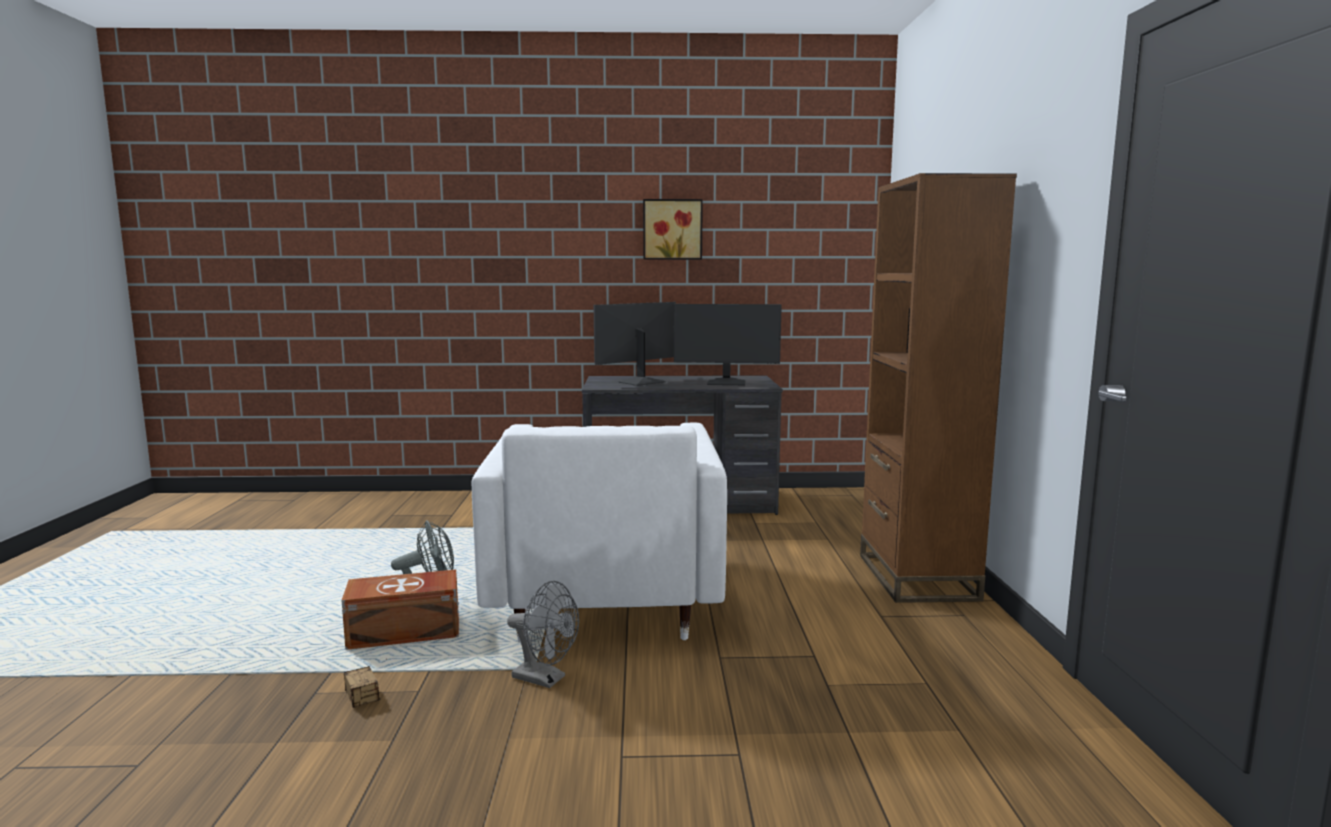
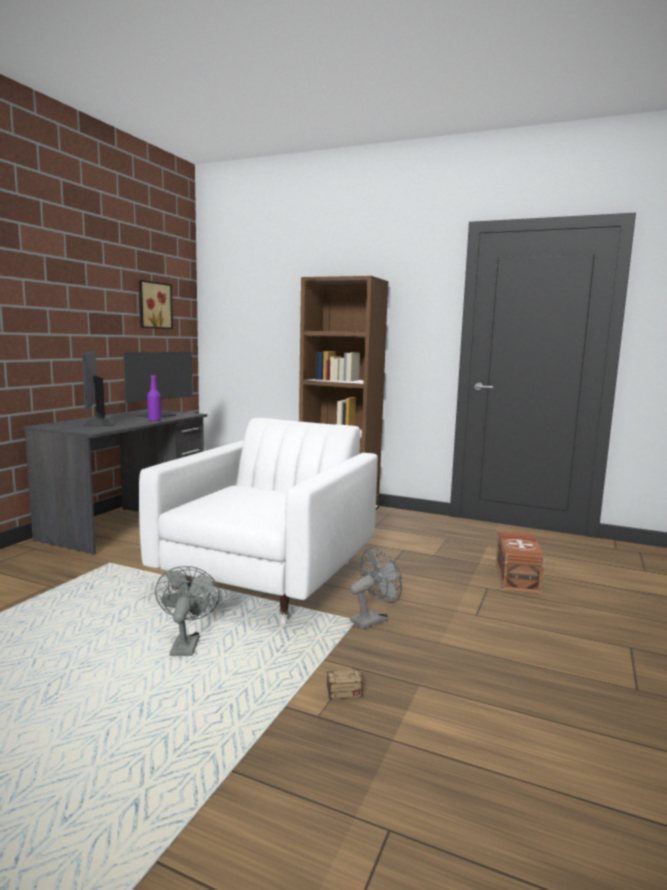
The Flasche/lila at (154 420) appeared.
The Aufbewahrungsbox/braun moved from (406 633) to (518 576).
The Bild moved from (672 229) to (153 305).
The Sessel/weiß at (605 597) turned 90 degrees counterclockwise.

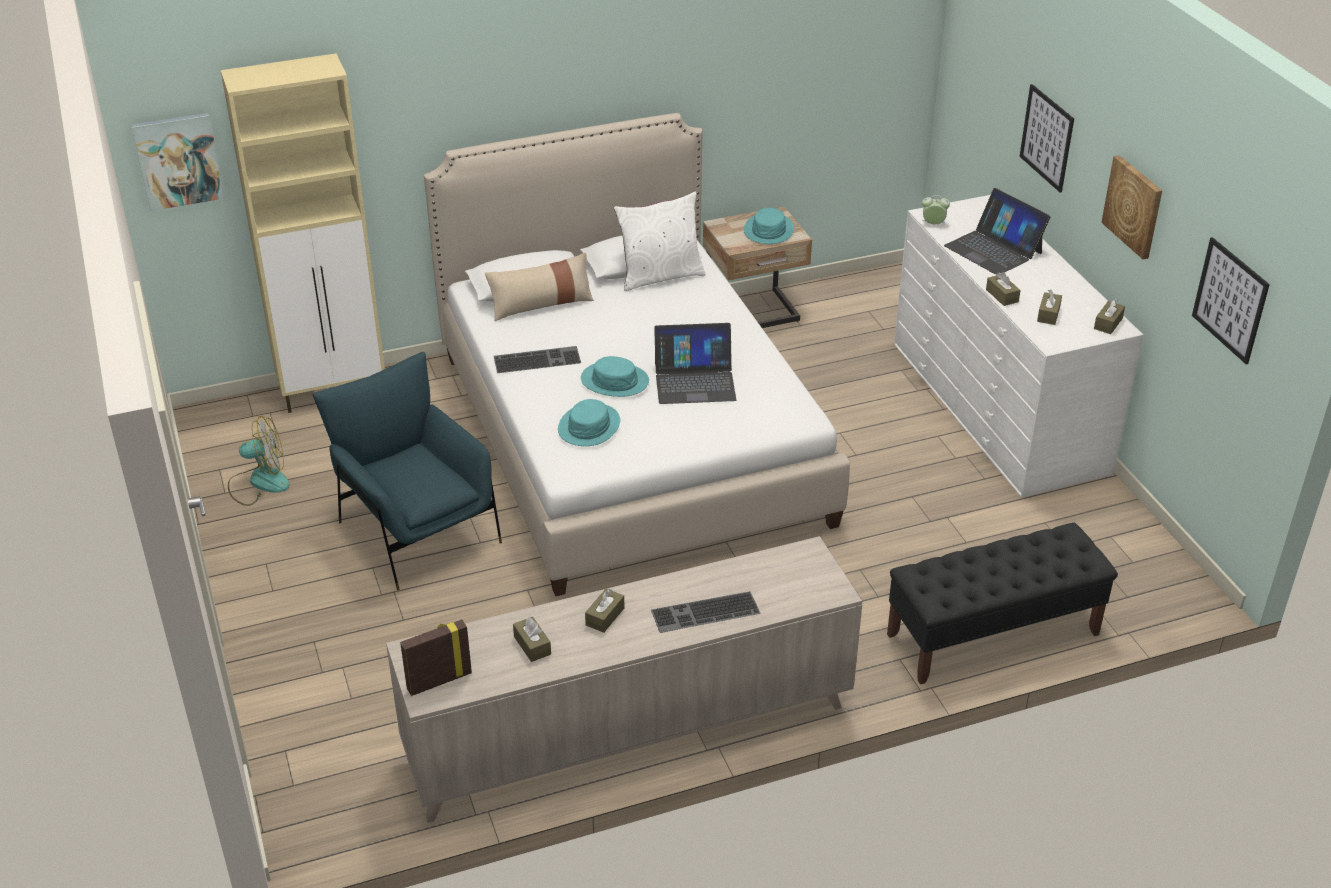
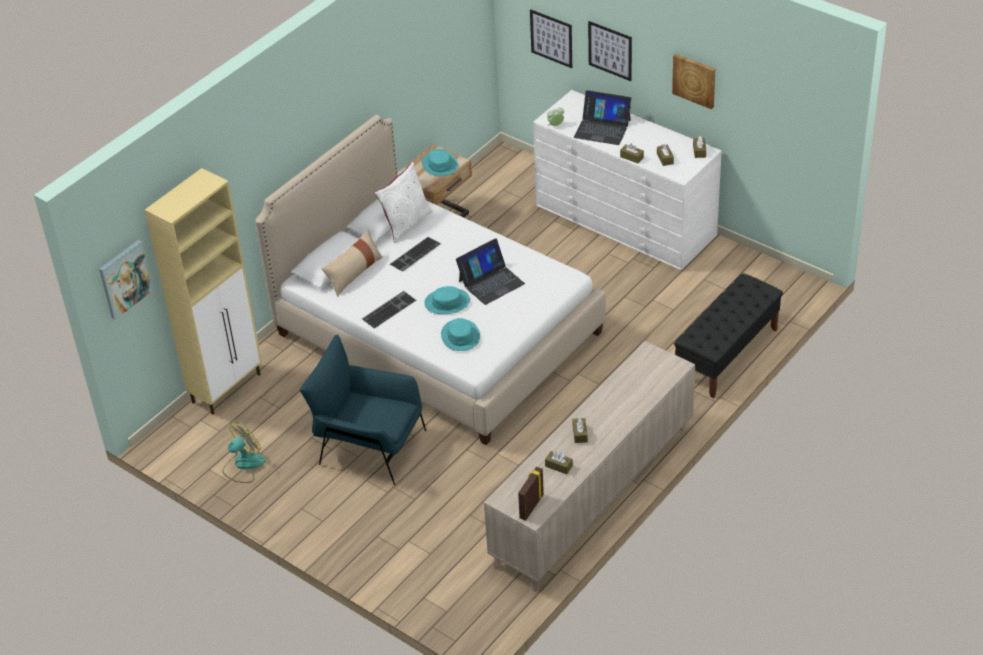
The Tastatur moved from (705 614) to (416 255).
The Bild moved from (1230 300) to (551 38).

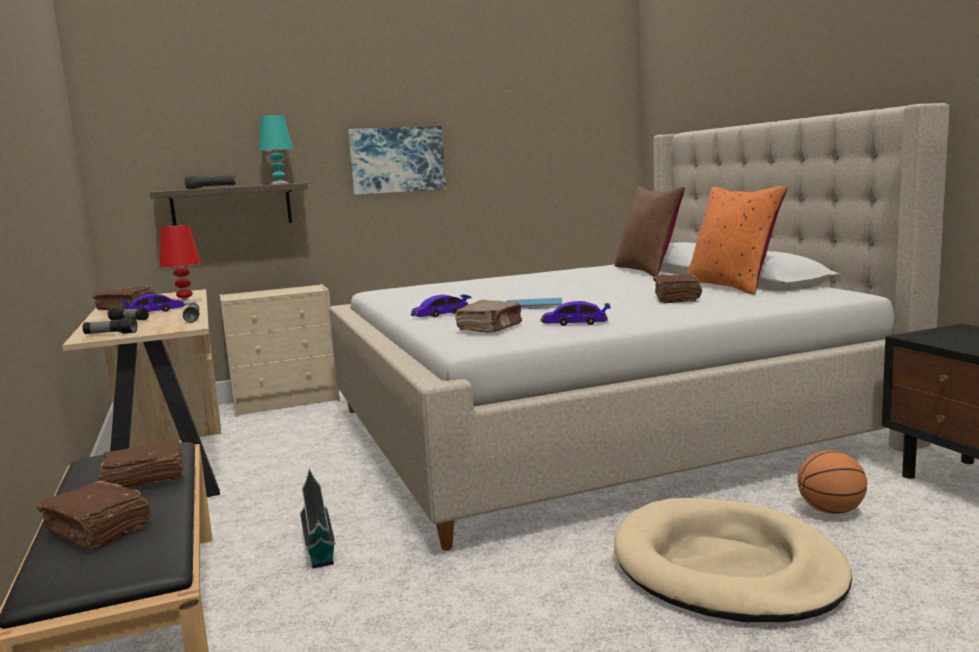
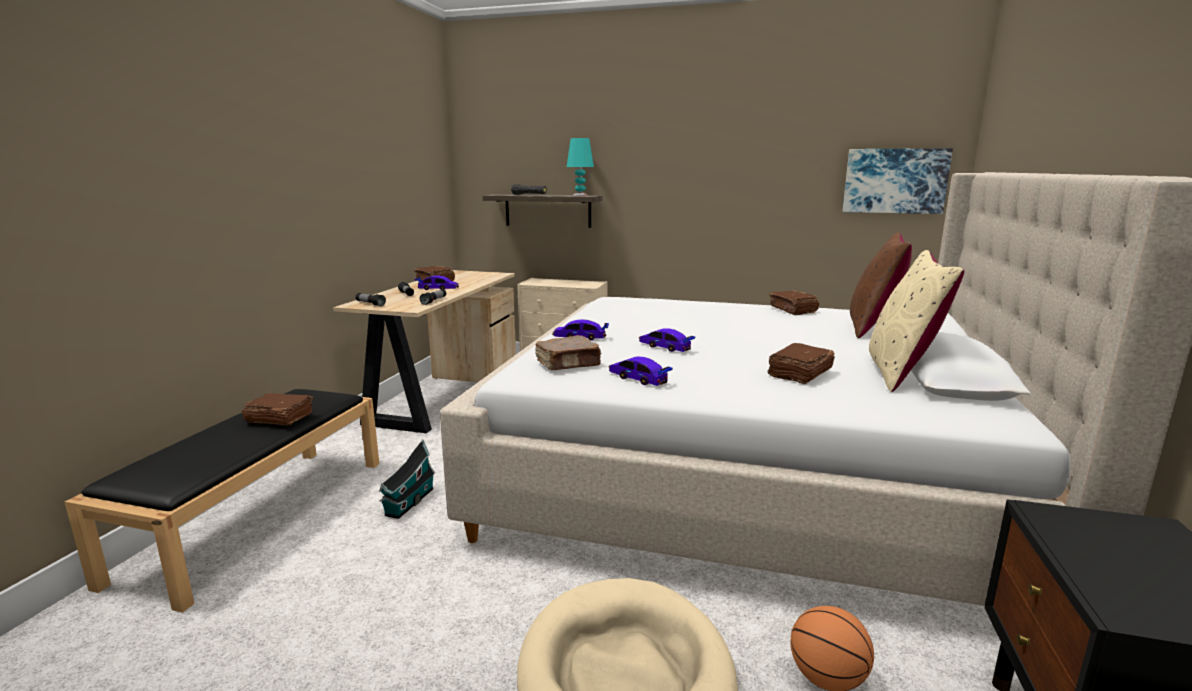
The Tischlampe/rot at (185 303) disappeared.
The Buch/braun moved from (98 530) to (793 310).
The Bild moved from (397 160) to (894 181).
The Buch/blau at (535 305) was replaced by the Spielzeugauto at (665 347).
The Kissen/orange at (731 286) became the Kissen/beige at (901 372).

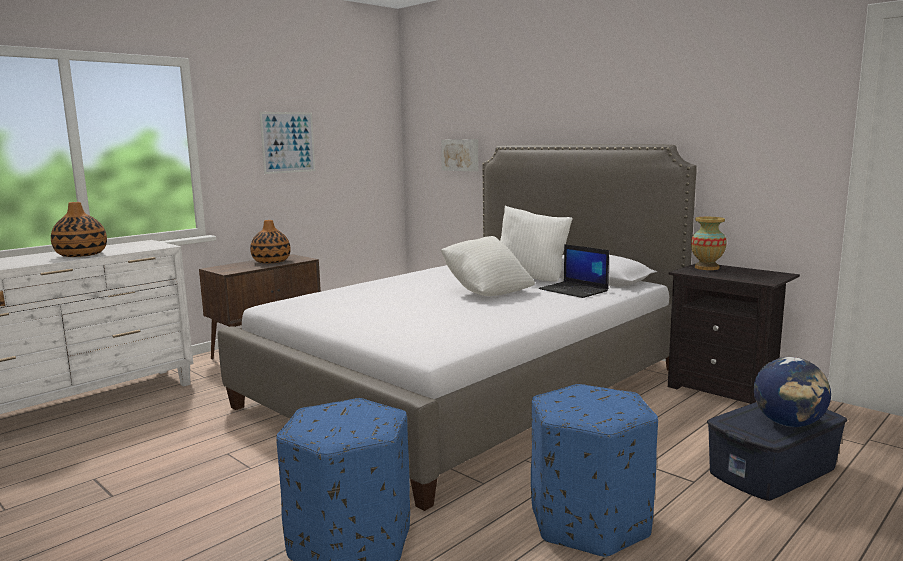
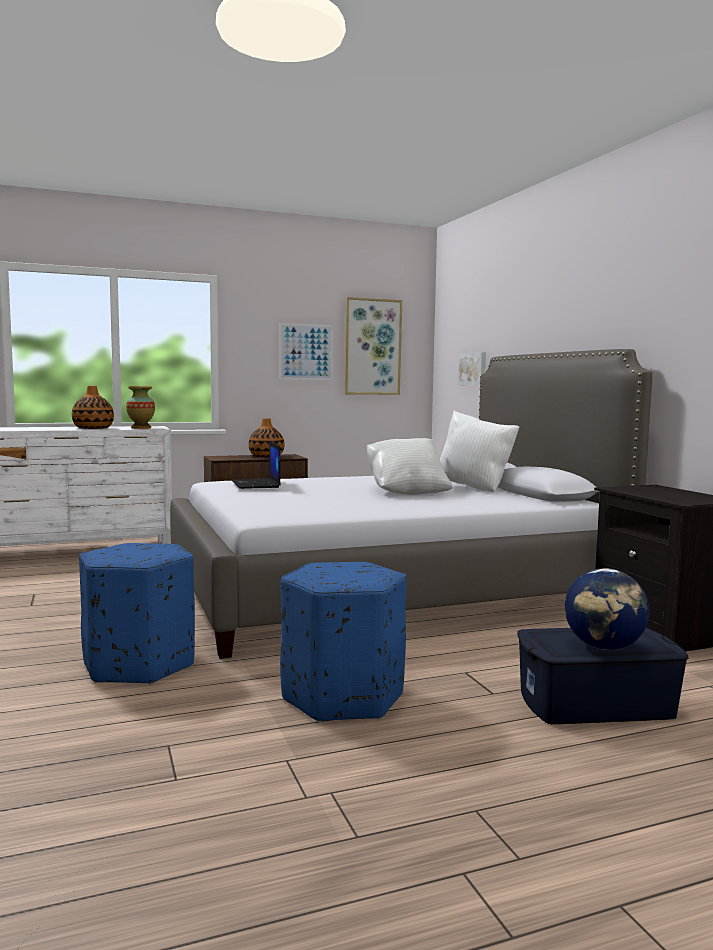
The Bild at (372 347) appeared.
The Laptop moved from (574 290) to (256 484).
The Vase moved from (706 268) to (141 428).

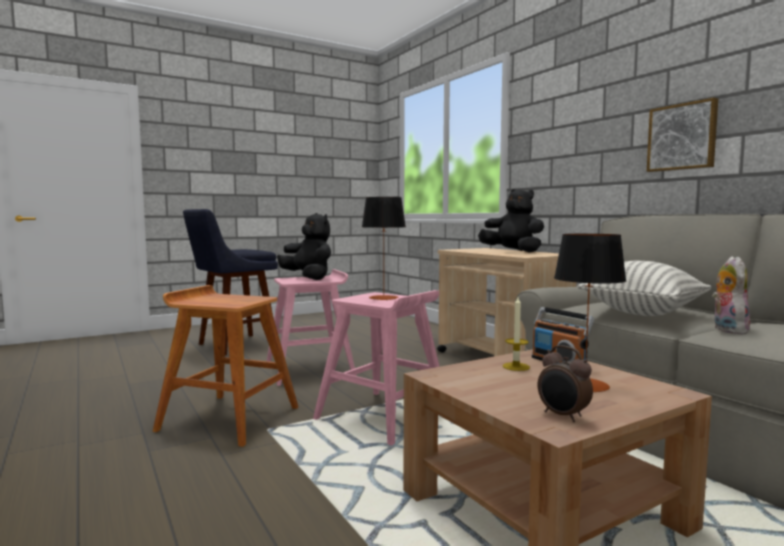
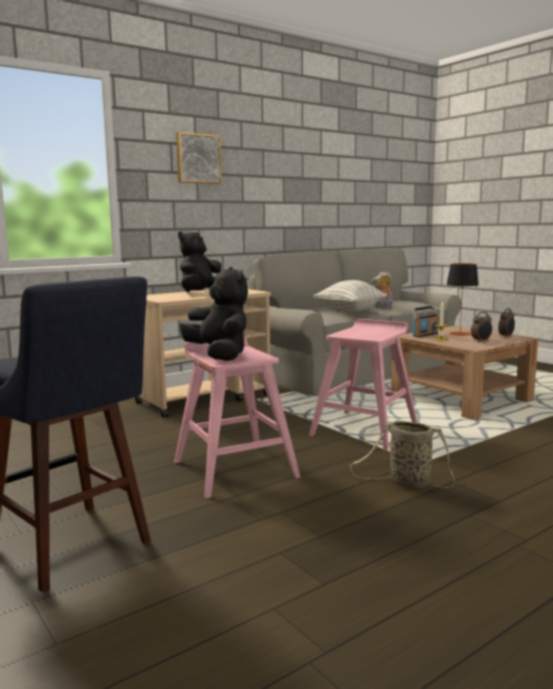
The Tischlampe at (383 298) disappeared.
The Wecker at (481 341) appeared.
The Bild moved from (682 137) to (198 158).
The Hocker/braun at (228 418) was replaced by the Korb at (406 483).
The Plüschtier/schwarz at (308 278) turned 105 degrees clockwise.

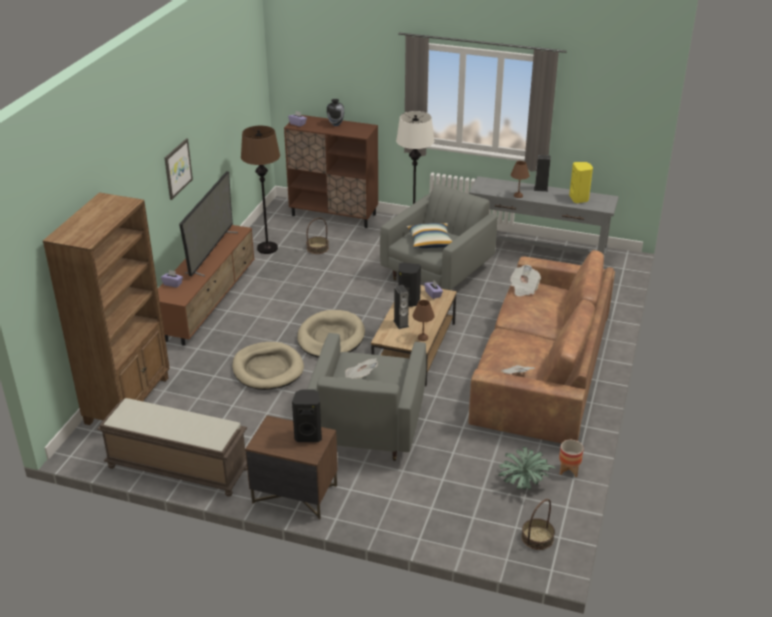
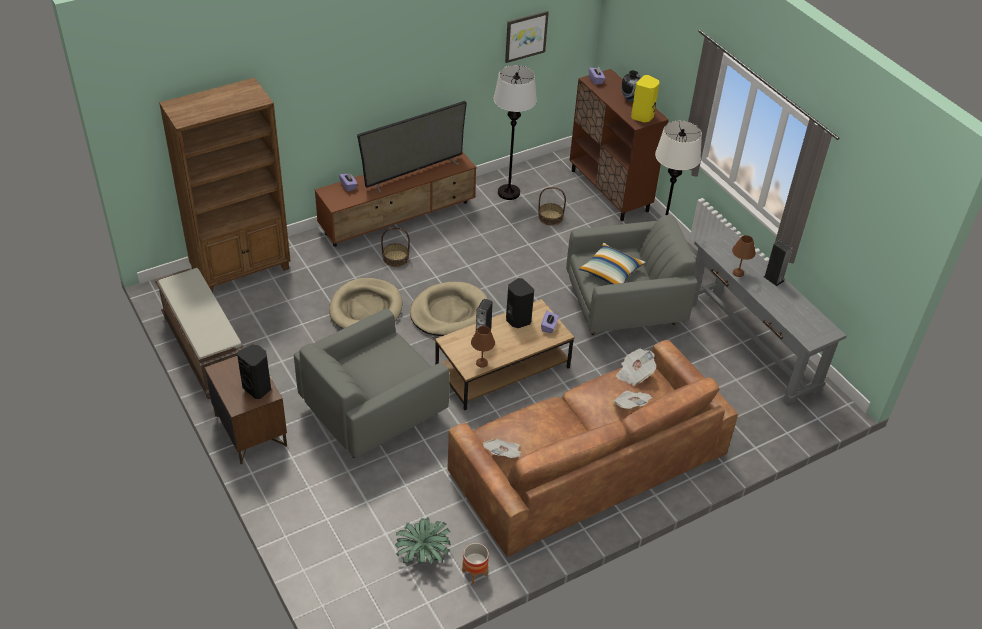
The Bild moved from (177 168) to (525 36).
The Zeitung moved from (360 377) to (630 405).
The Korb moved from (537 538) to (395 258).
The Lautsprecher/gelb moved from (579 199) to (643 117).
The Stehlampe/braun at (267 248) became the Stehlampe/weiß at (508 193).

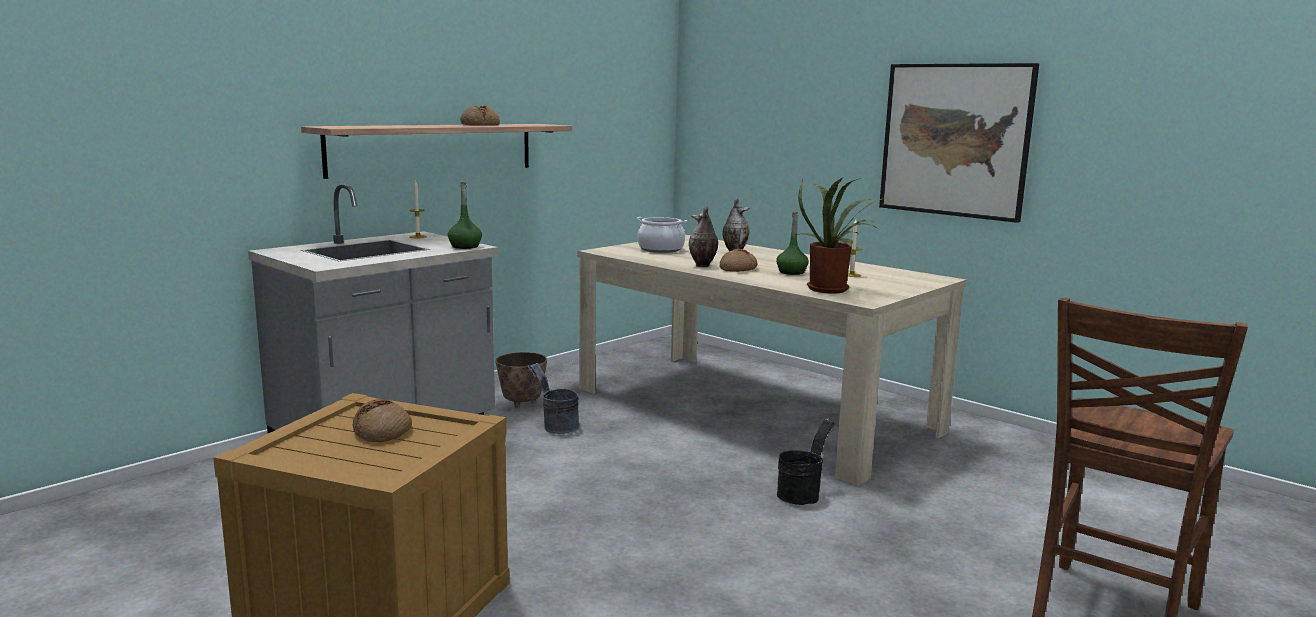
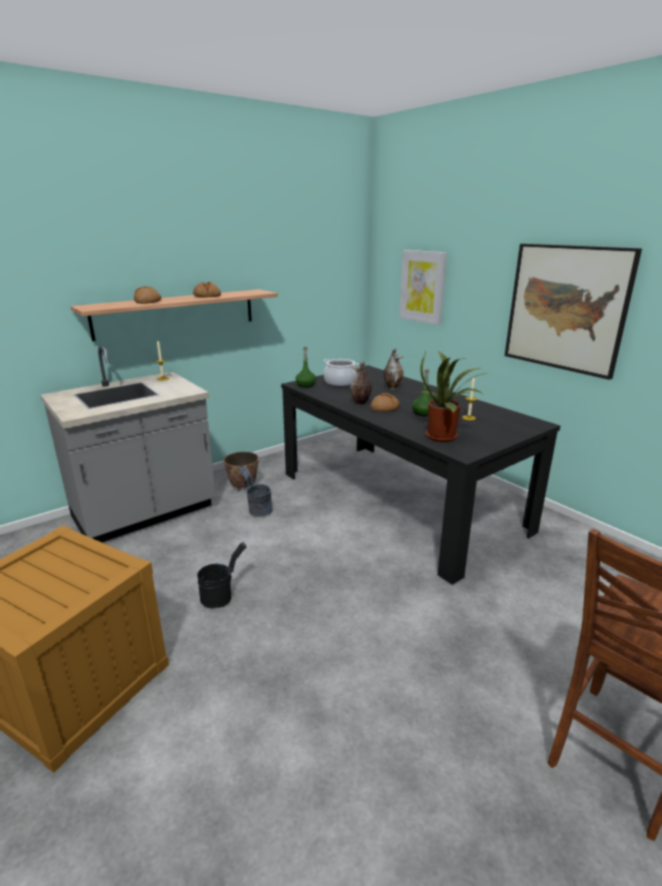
The Bild at (422 286) appeared.
The Brot moved from (383 432) to (148 302).
The Flasche/grün moved from (465 246) to (305 385).
The Eimer/schwarz moved from (802 494) to (222 596).
The Esstisch/beige at (753 409) became the Esstisch/schwarz at (399 500).

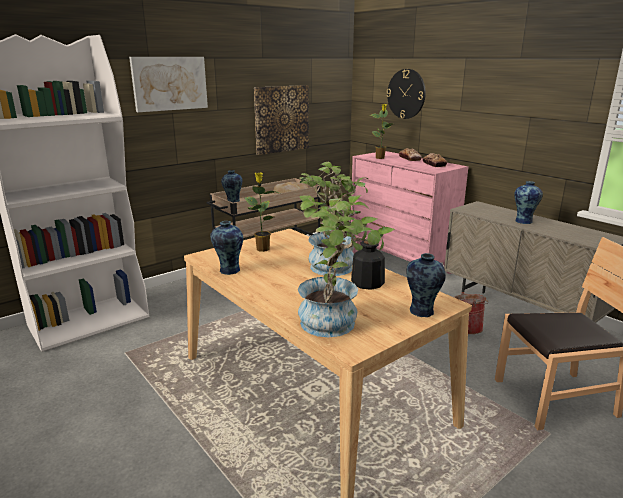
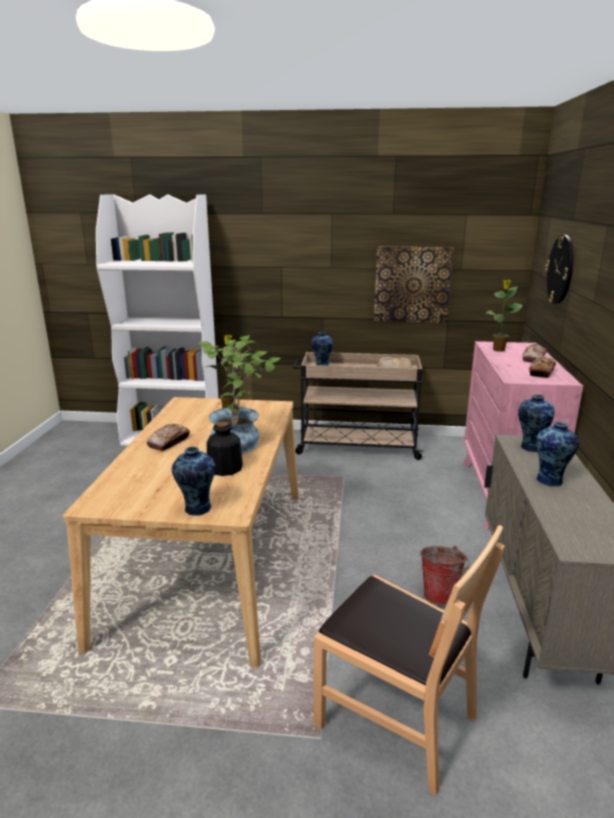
The Bild at (169 83) disappeared.
The Topfpflanze at (336 322) disappeared.
The Brot at (169 442) appeared.
The Vase moved from (228 270) to (530 447).

